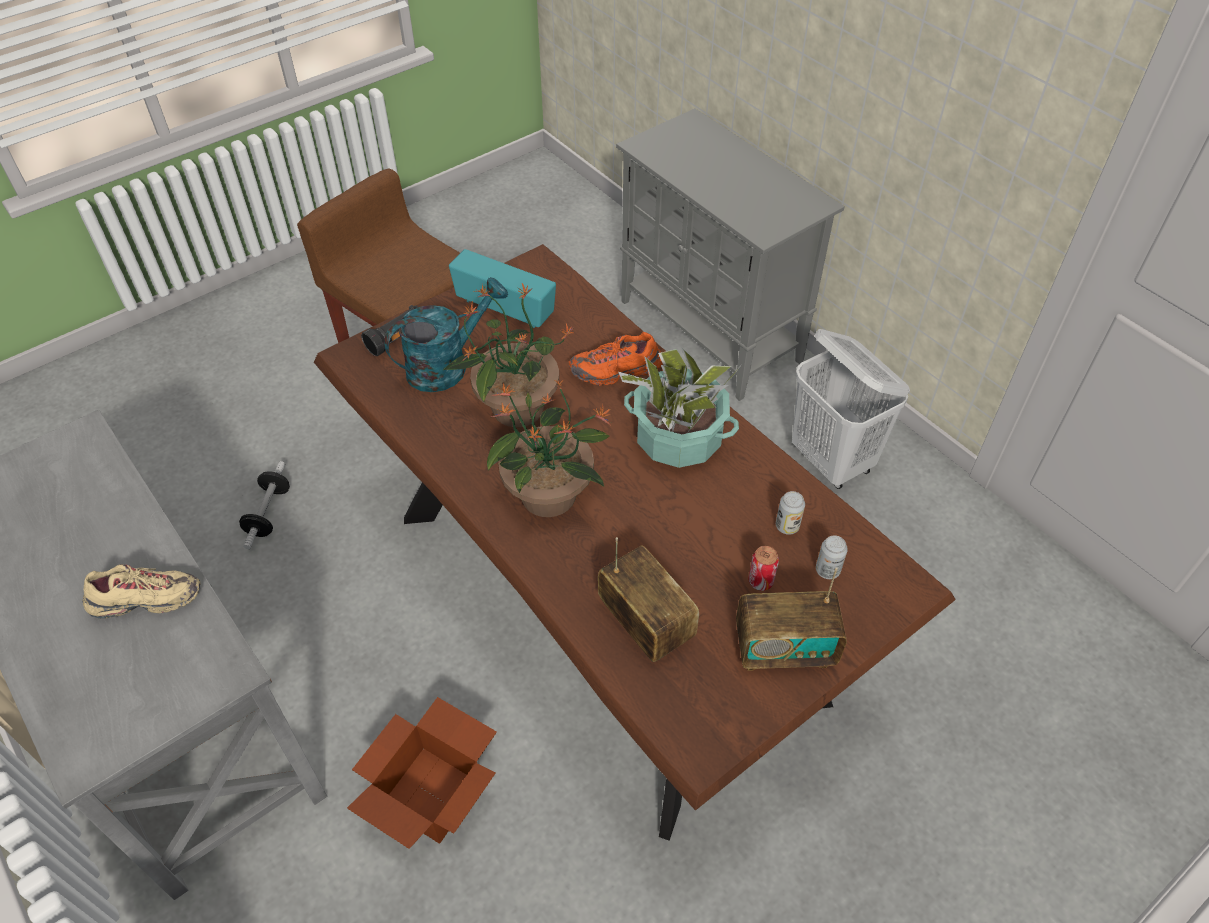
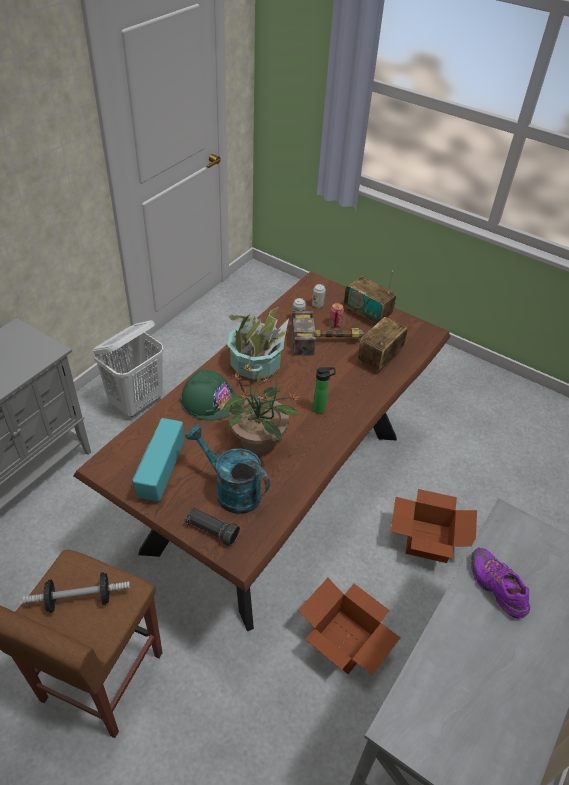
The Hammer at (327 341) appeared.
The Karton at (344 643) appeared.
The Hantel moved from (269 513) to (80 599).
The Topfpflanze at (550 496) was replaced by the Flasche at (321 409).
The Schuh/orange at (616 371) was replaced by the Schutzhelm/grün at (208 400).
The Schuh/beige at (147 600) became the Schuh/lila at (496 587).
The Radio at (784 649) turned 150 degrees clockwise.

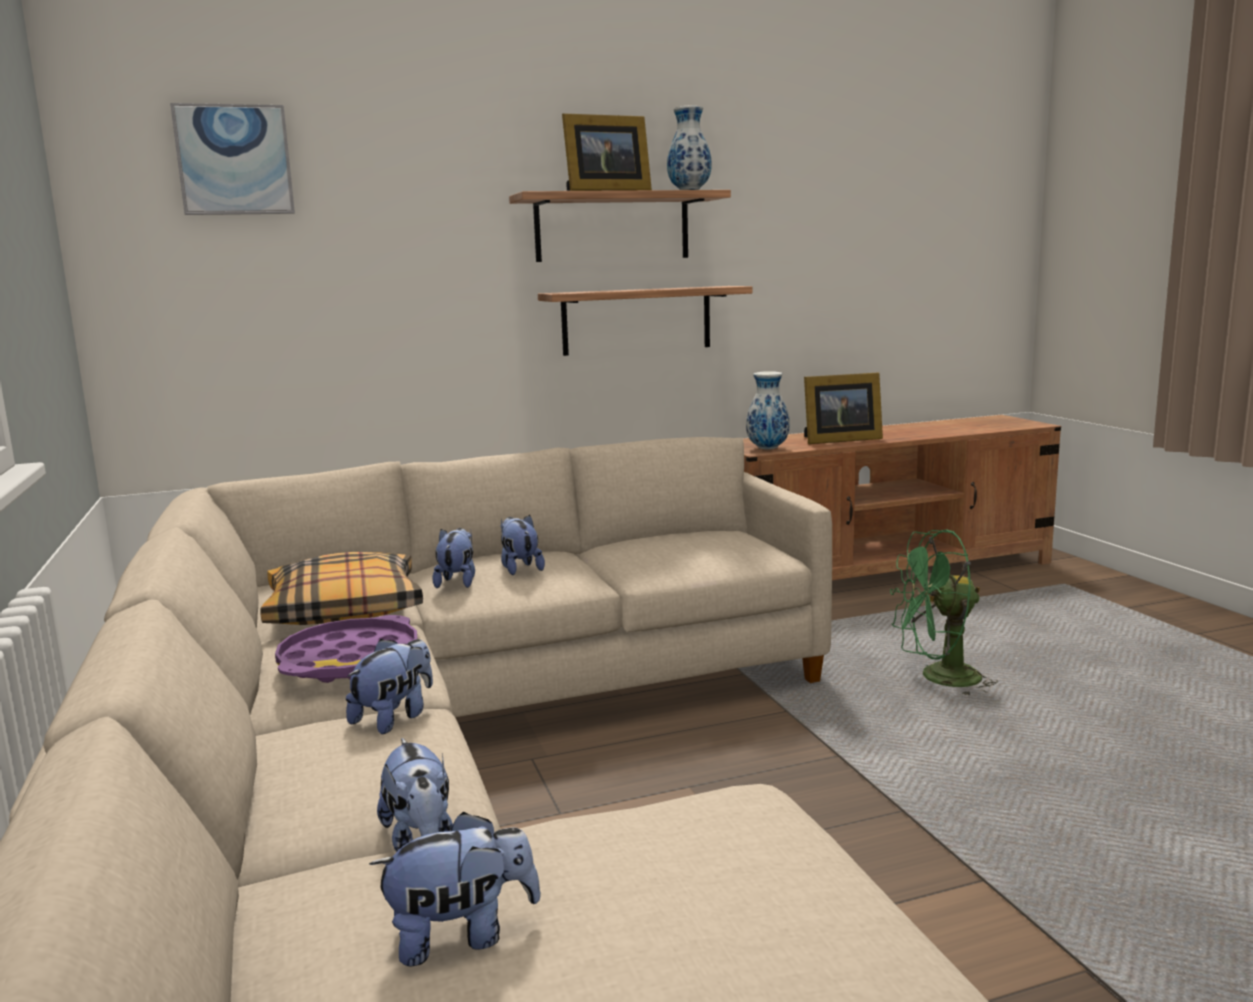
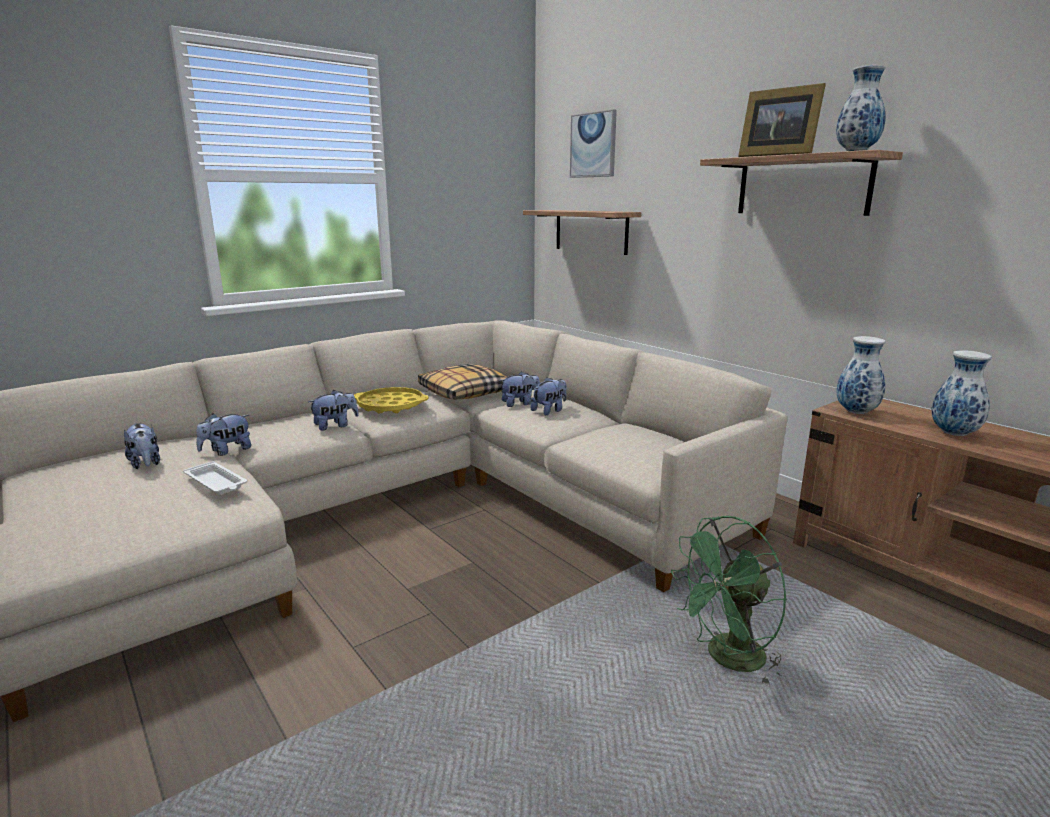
The Tablett/weiß at (216 483) appeared.
The Wandregal moved from (637 320) to (591 231).
The Bilderrahmen at (838 440) was replaced by the Vase at (955 433).
The Tablett/lila at (350 661) became the Tablett/gelb at (391 406).
The Plüschtier at (395 717) turned 45 degrees counterclockwise.
The Ventilator/grün at (939 679) turned 90 degrees counterclockwise.

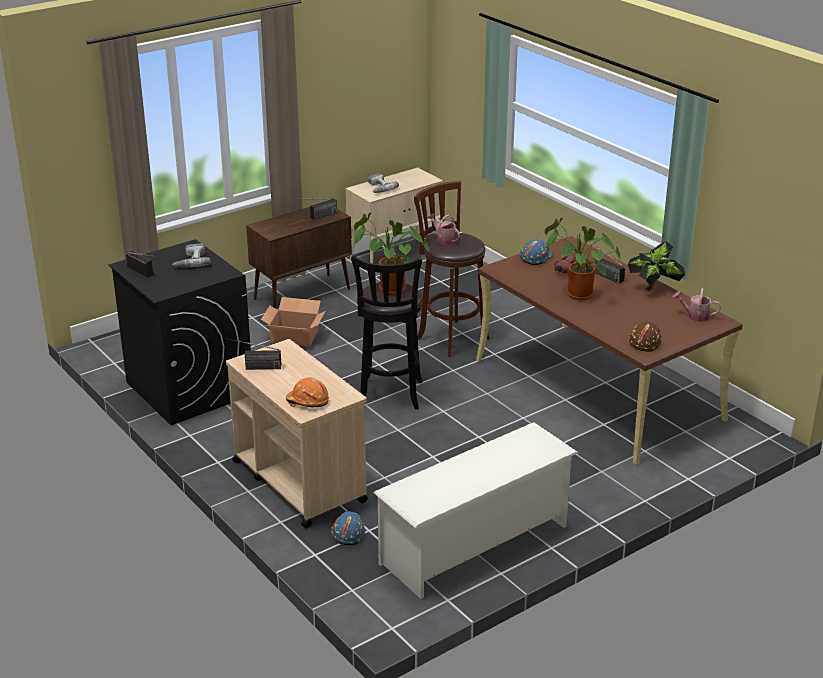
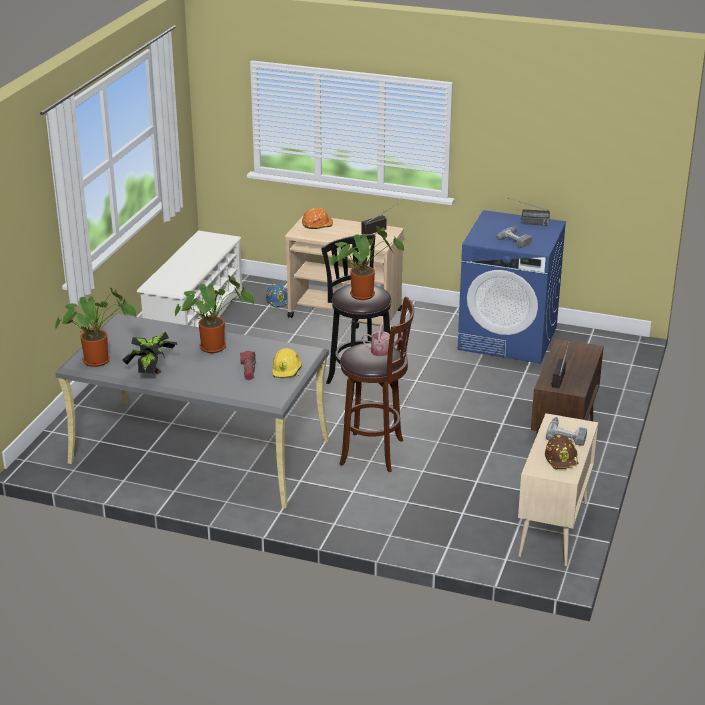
The Karton at (294 336) disappeared.
The Radio at (601 274) disappeared.
The Schutzhelm/braun moved from (644 342) to (562 459).
The Gießkanne at (695 316) was replaced by the Topfpflanze at (99 359).
The Waschmaschine/schwarz at (189 388) became the Waschmaschine/blau at (508 338).
The Schreibtisch/braun at (598 389) became the Schreibtisch/grau at (199 451).
The Schutzhelm/blau at (535 257) became the Schutzhelm/gelb at (287 370).

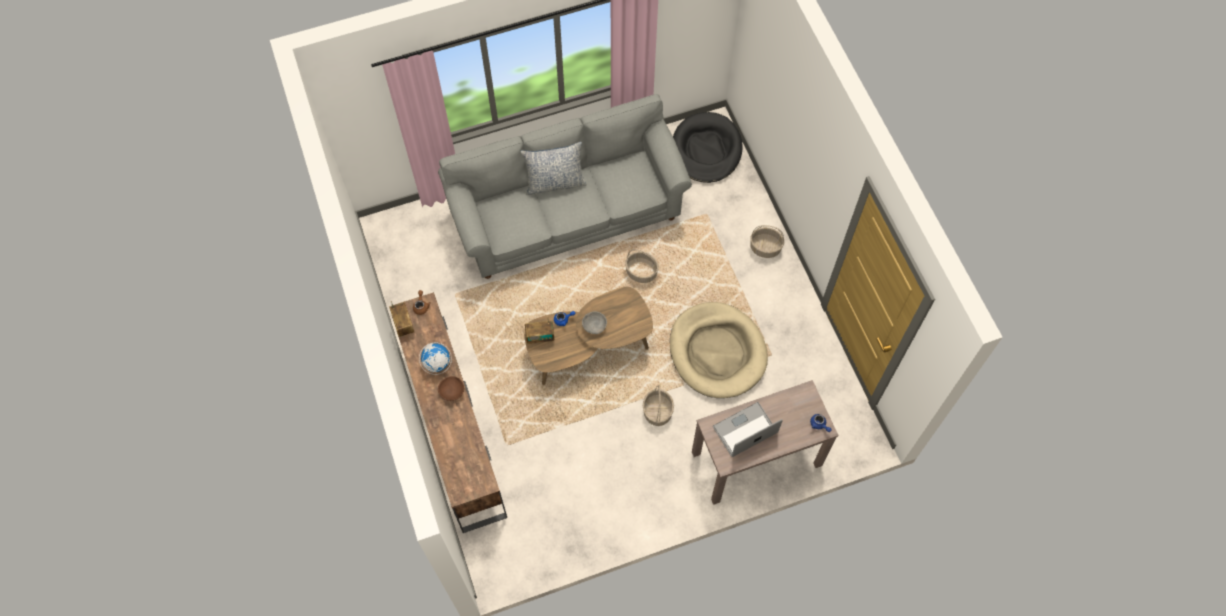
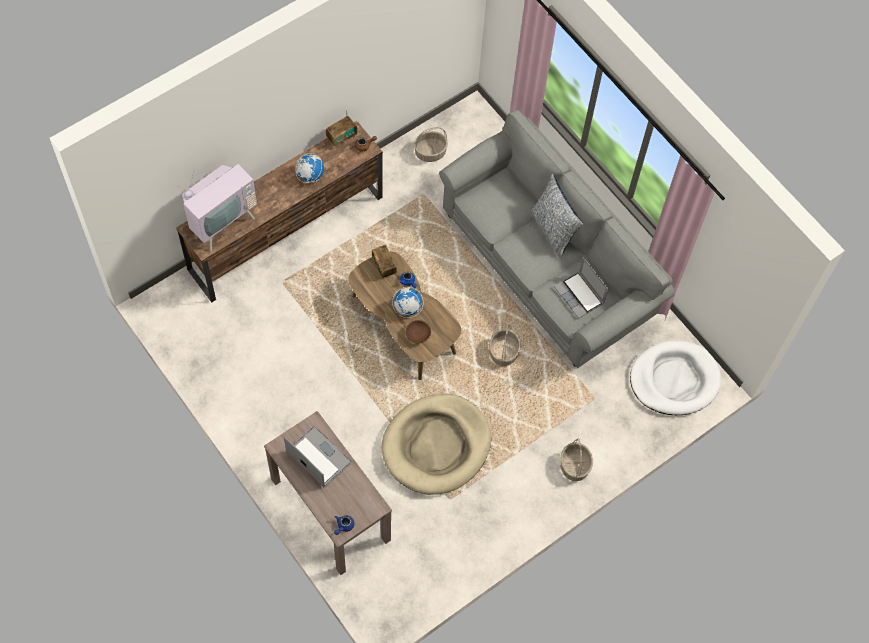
The Fernseher at (221 223) appeared.
The Laptop at (580 295) appeared.
The Schüssel/braun moved from (452 392) to (417 335).
The Korb moved from (657 411) to (430 152).
The Schüssel/grau at (594 326) was replaced by the Globus at (407 308).
The Hundebett/schwarz at (706 150) became the Hundebett/weiß at (674 380).

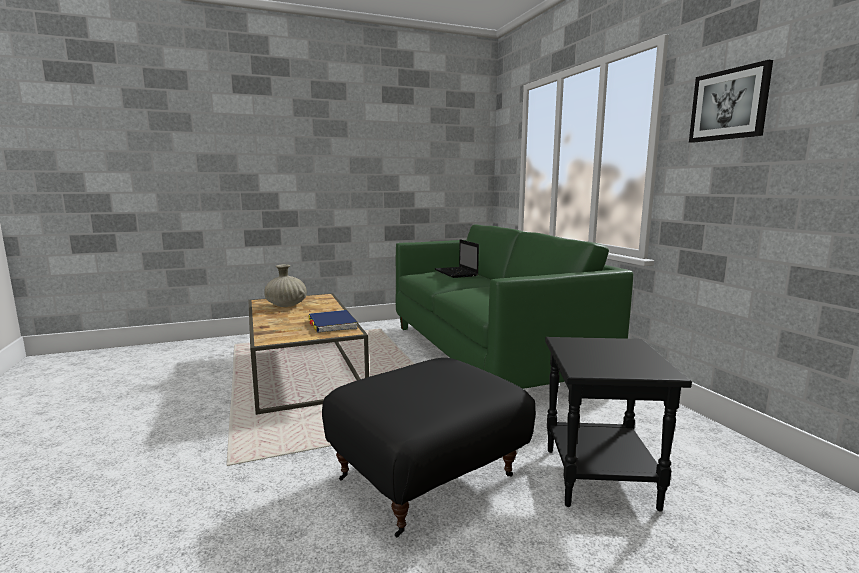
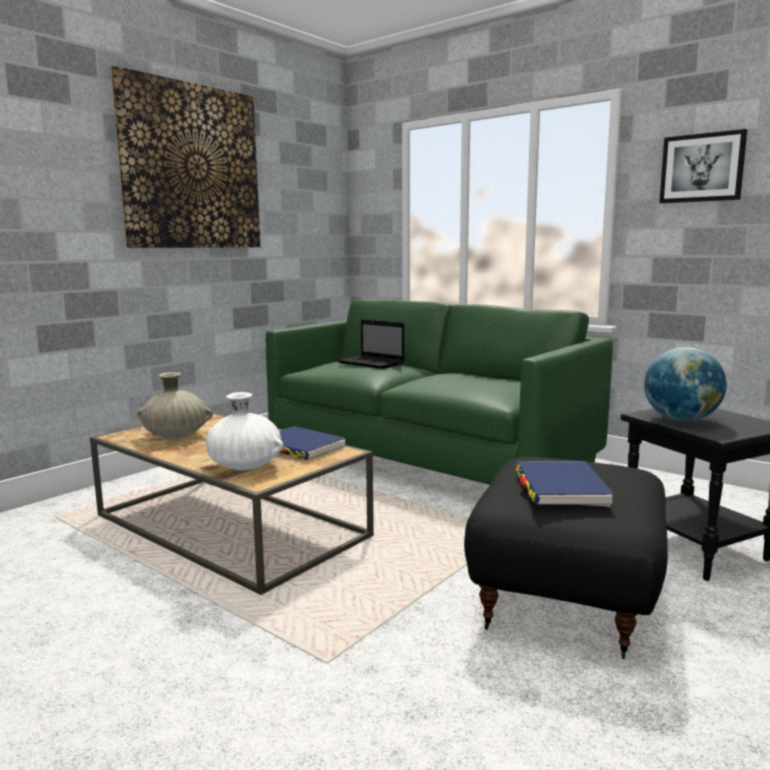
The Bild at (192 167) appeared.
The Vase/weiß at (245 467) appeared.
The Buch/blau at (561 488) appeared.
The Globus at (681 420) appeared.

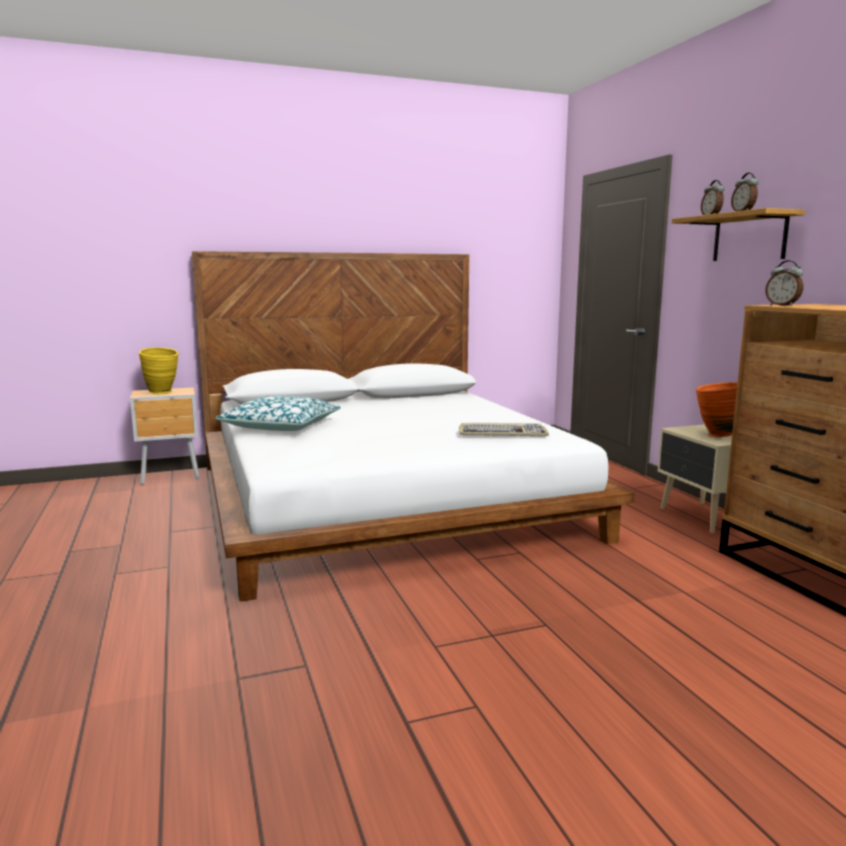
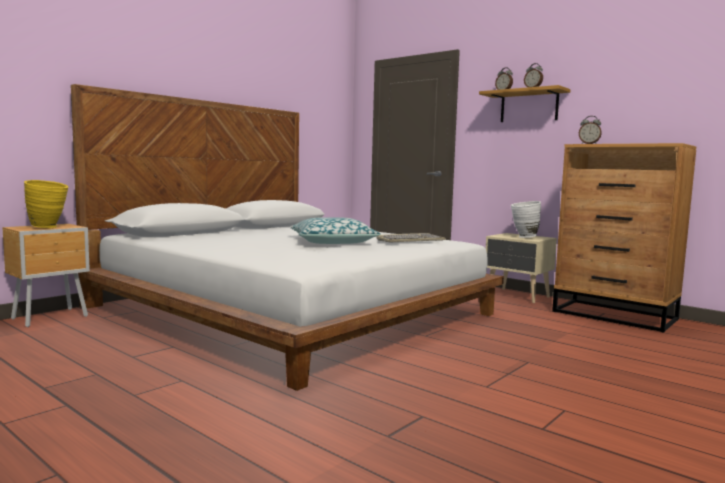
The Kissen moved from (281 426) to (333 242).
The Vase/orange at (714 435) became the Vase/weiß at (523 237).

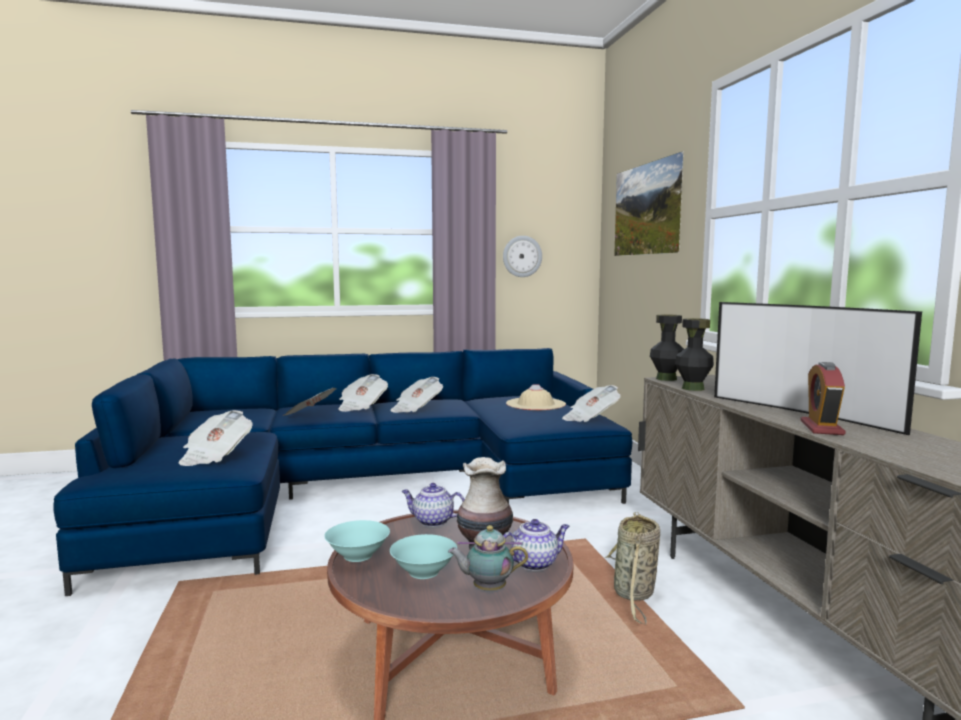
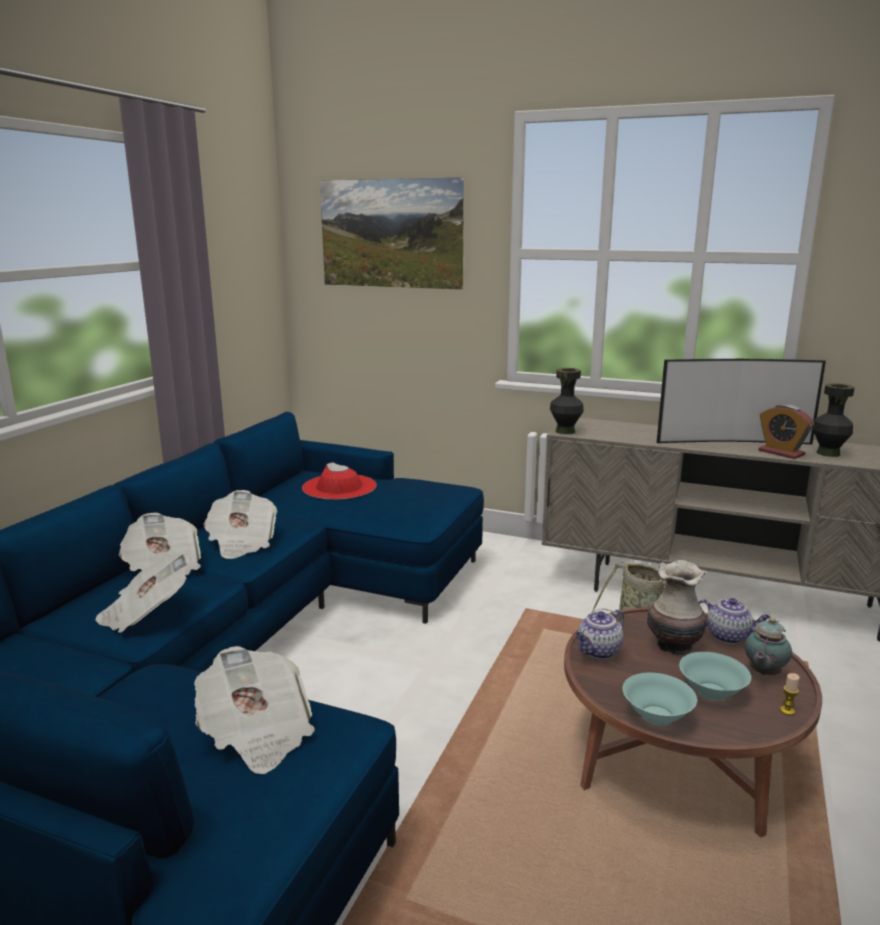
The Wanduhr at (522 256) disappeared.
The Zeitung at (590 418) disappeared.
The Kerze at (787 711) appeared.
The Vase/schwarz moved from (693 388) to (828 453).
The Hut/beige at (535 404) became the Hut/rot at (339 487).
The Teekanne at (535 563) turned 105 degrees clockwise.

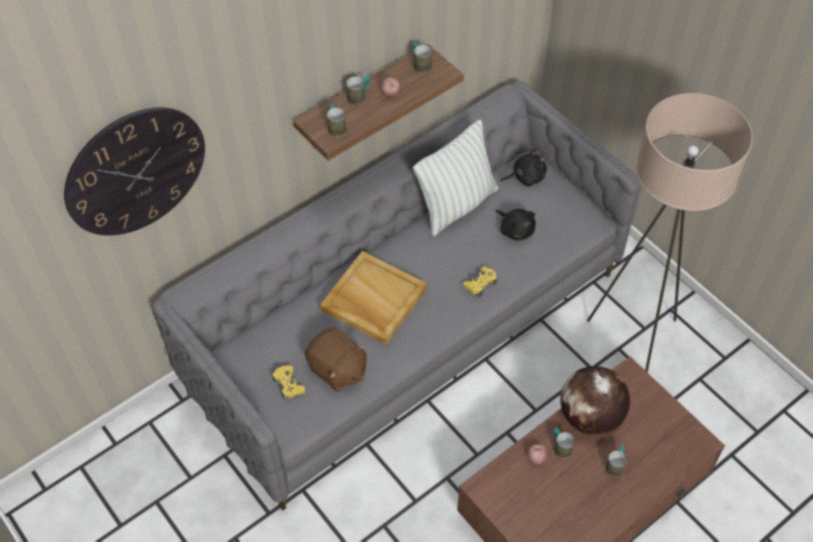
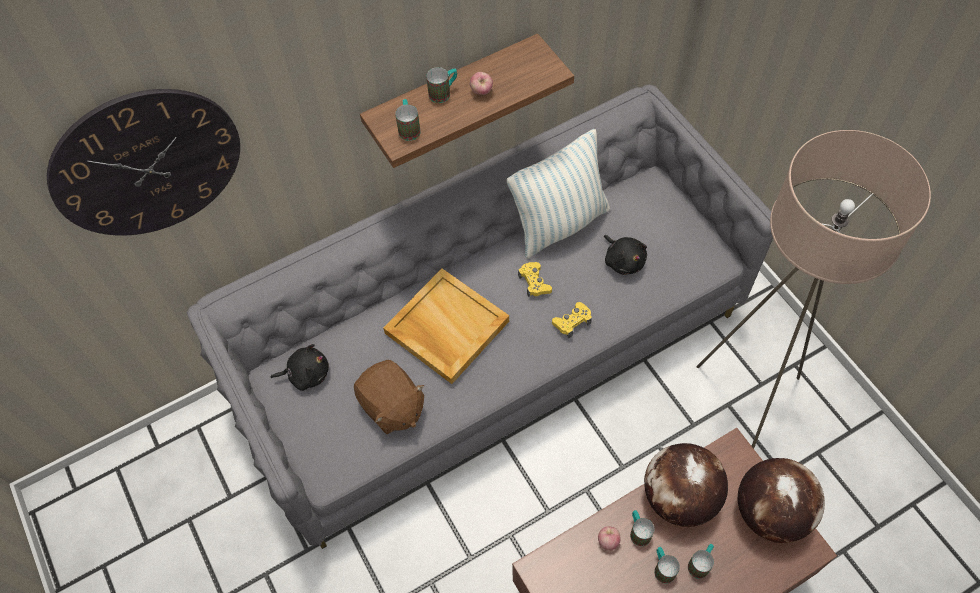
The Globus at (770 512) appeared.
The Gamepad/gelb moved from (289 384) to (534 282).
The Henkelbecher moved from (420 65) to (662 567).
The Plüschtier/schwarz moved from (526 177) to (306 374).

